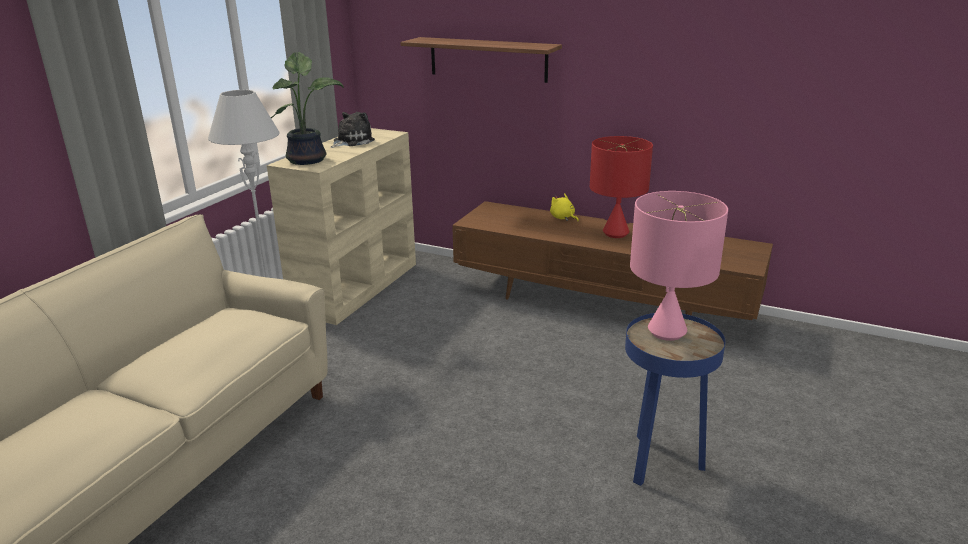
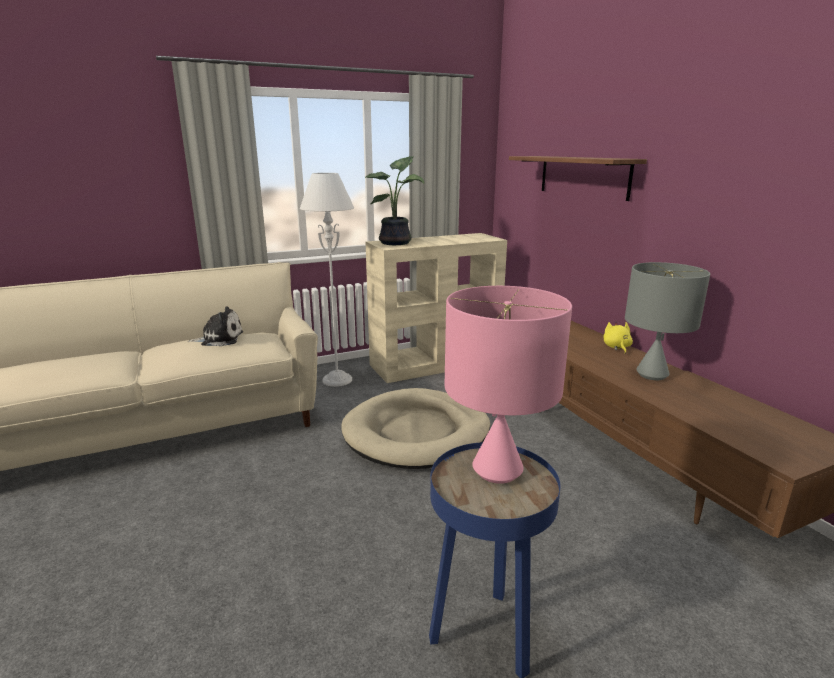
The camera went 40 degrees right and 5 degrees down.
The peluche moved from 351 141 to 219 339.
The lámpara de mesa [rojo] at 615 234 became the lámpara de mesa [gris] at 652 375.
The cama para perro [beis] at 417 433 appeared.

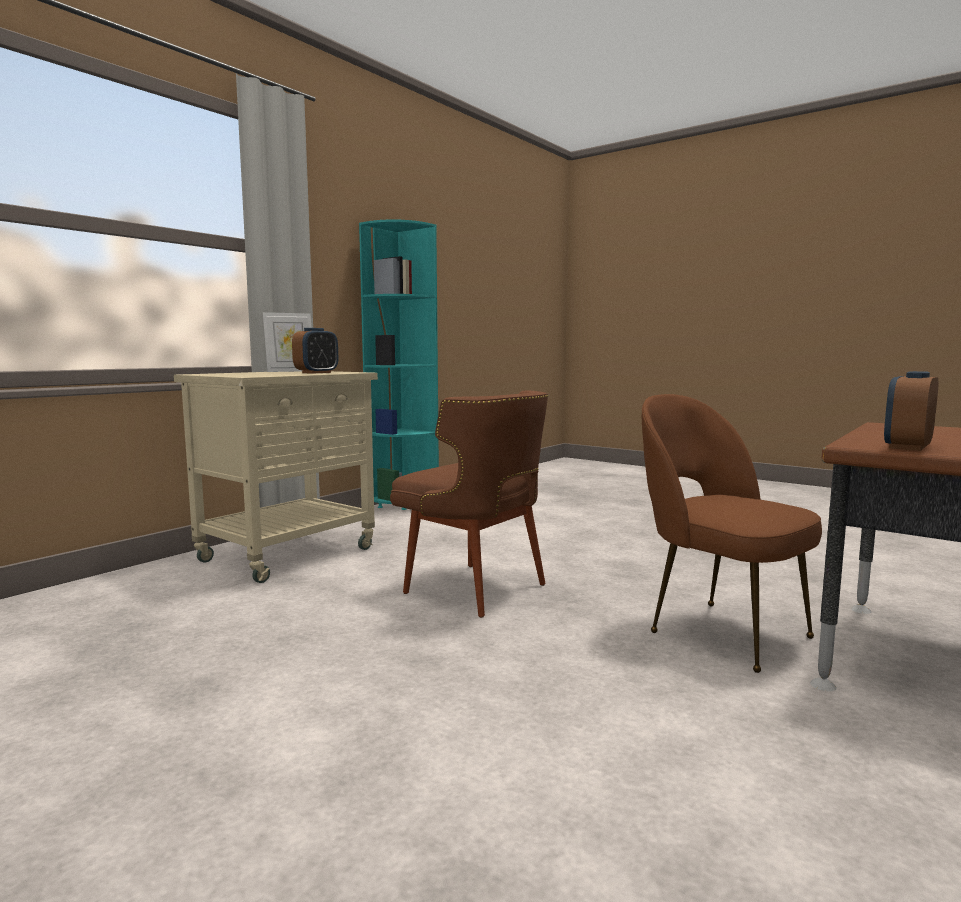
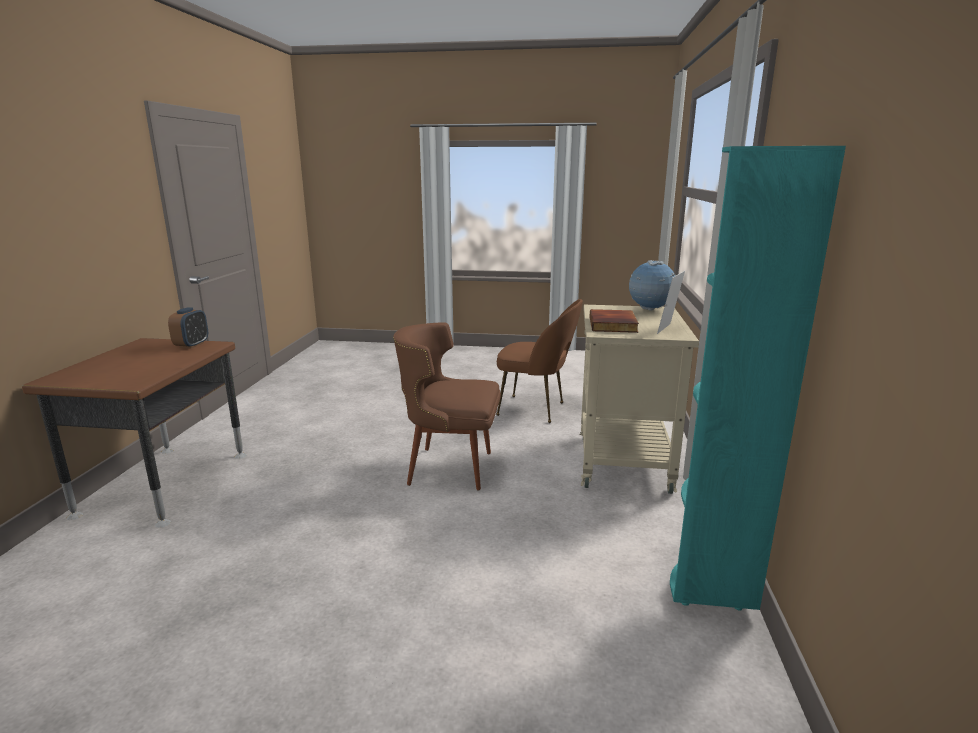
The camera went 150 degrees right and 10 degrees up.
The despertador at 316 373 was replaced by the libro at 614 325.
The silla [marrón] moved from 718 630 to 537 410.
The globo terráqueo at 650 310 appeared.

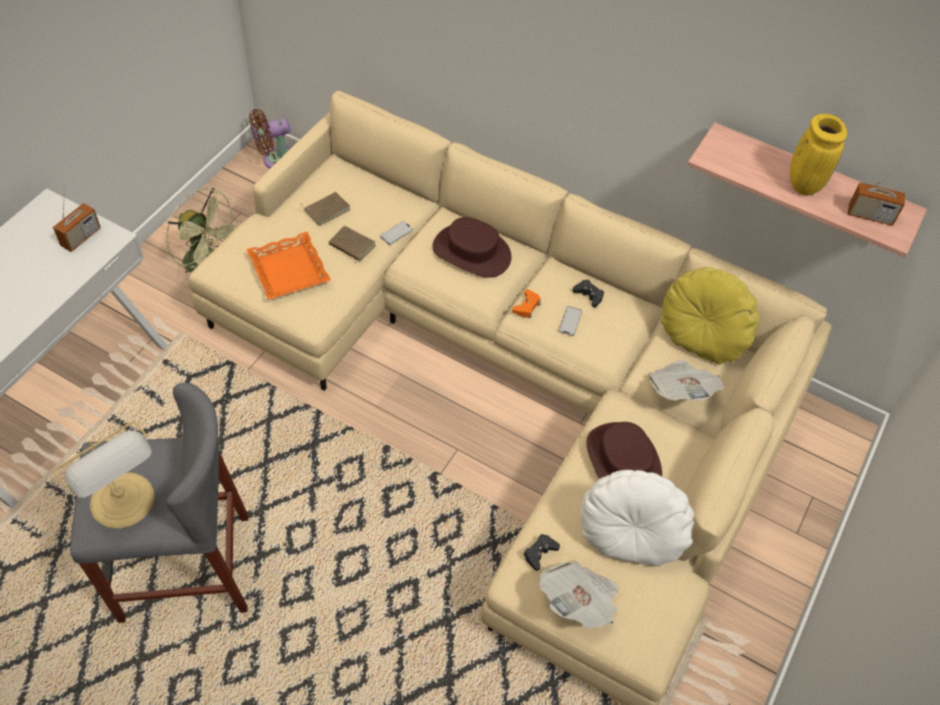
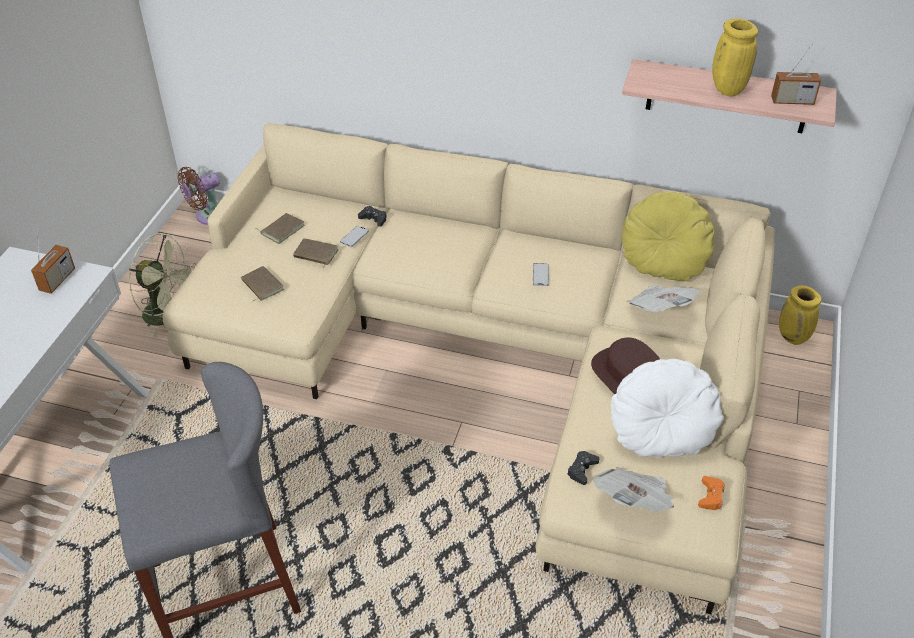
The camera went 10 degrees left and 10 degrees down.
The lámpara de mesa at 124 502 disappeared.
The bandeja [naranja] at 288 270 was replaced by the libro [marrón] at 261 286.
The sombrero [marrón] at 472 252 disappeared.
The mando de consola [naranja] moved from 527 306 to 711 496.
The mando de consola [negro] moved from 589 295 to 373 219.
The florero [amarillo] at 793 338 appeared.

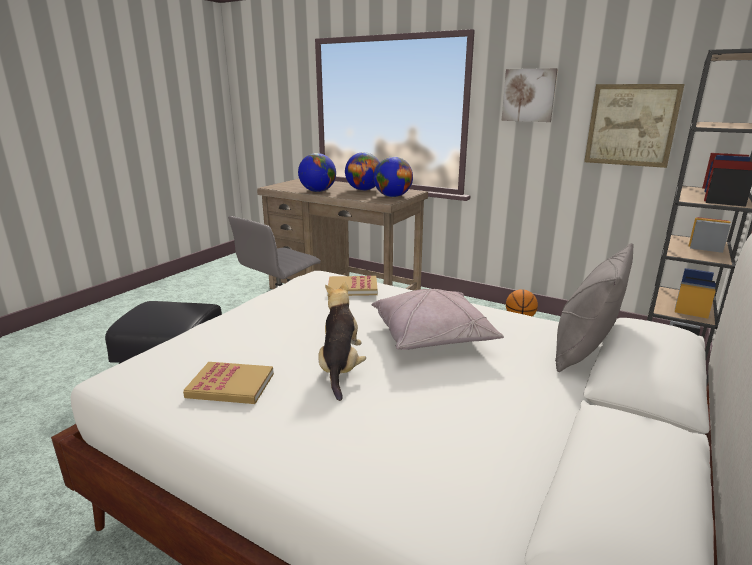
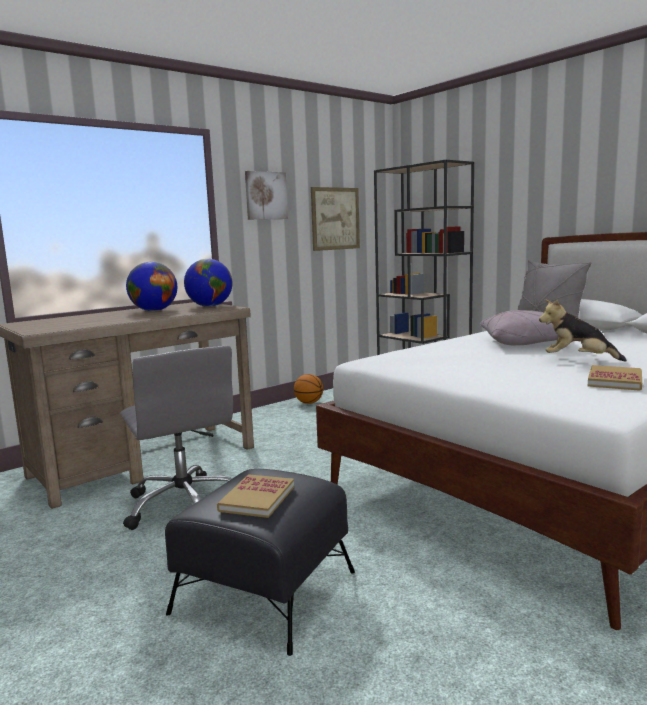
The camera went 70 degrees left and 10 degrees down.
The globo terráqueo at 318 191 disappeared.
The libro moved from 352 288 to 257 498.

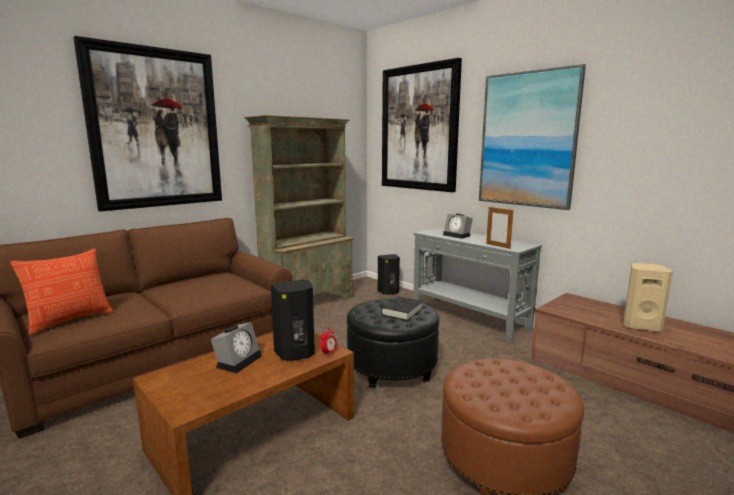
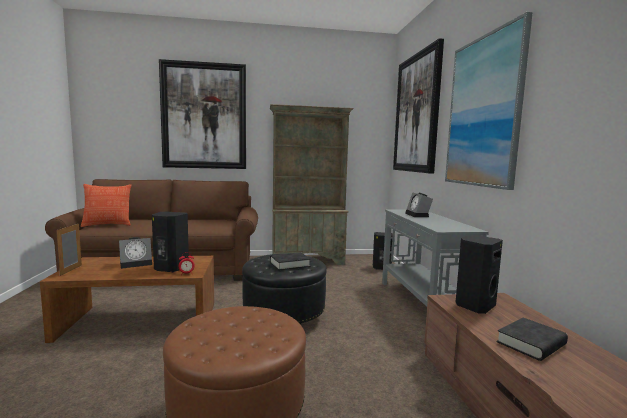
The camera went 35 degrees right and 5 degrees down.
The portarretratos moved from 498 246 to 71 270.
The altavoz [beis] at 641 325 was replaced by the libro [negro] at 531 344.
The altavoz [negro] at 474 306 appeared.

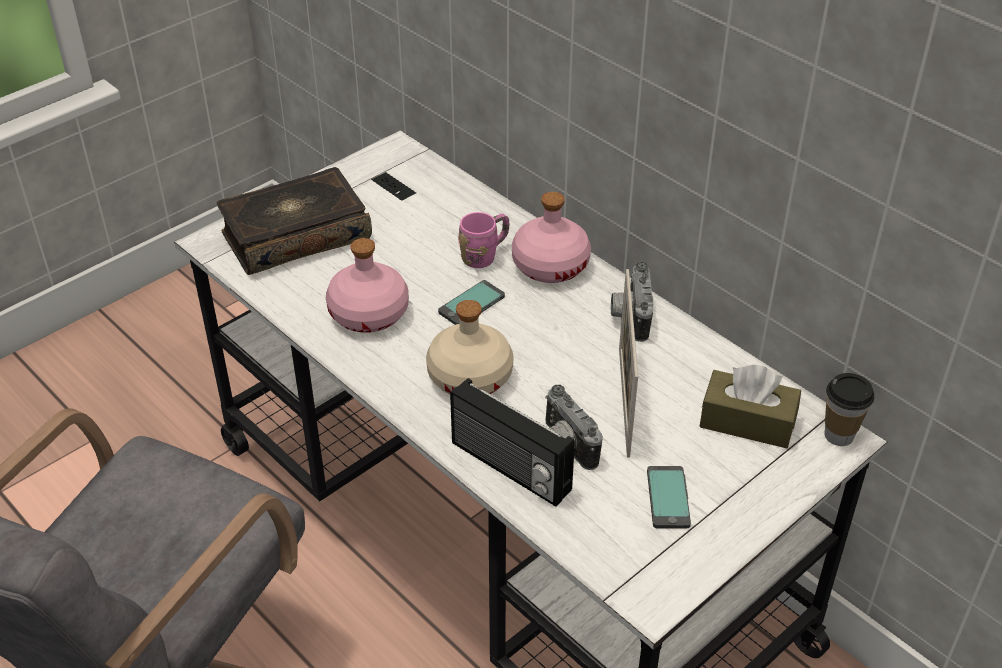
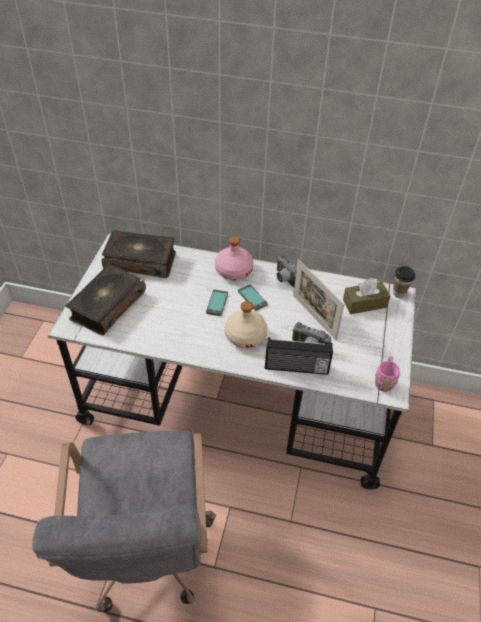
The camera went 35 degrees left and 5 degrees up.
The botella [rosa] at 368 314 disappeared.
The taza grande [rosa] moved from 485 255 to 384 380.
The móvil moved from 668 498 to 252 298.
The libro at 140 260 appeared.

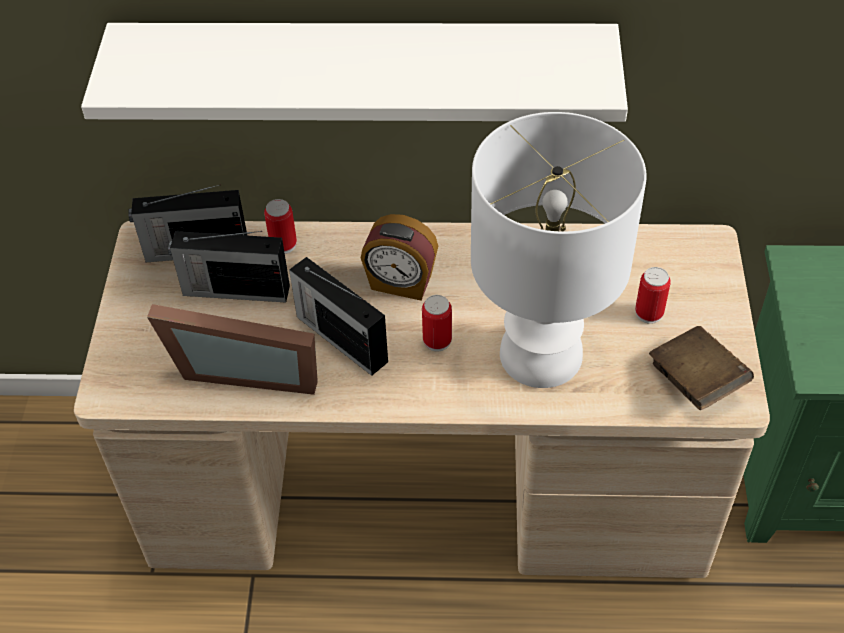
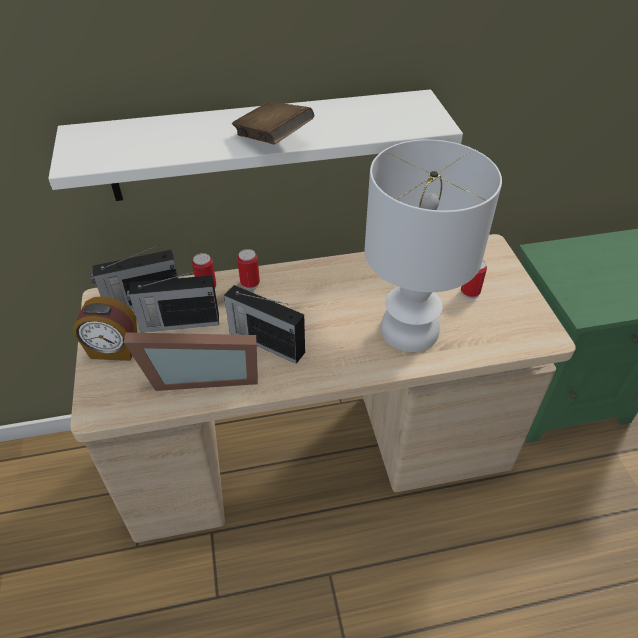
The camera went 15 degrees left and 5 degrees down.
The despertador moved from 400 283 to 114 350.
The lata moved from 437 340 to 250 283.
The libro [marrón] moved from 696 381 to 273 140.

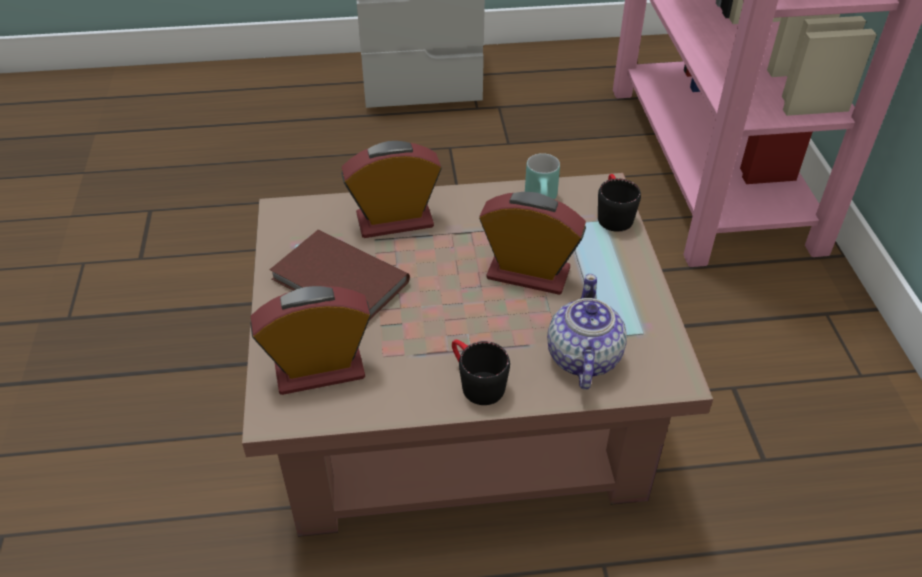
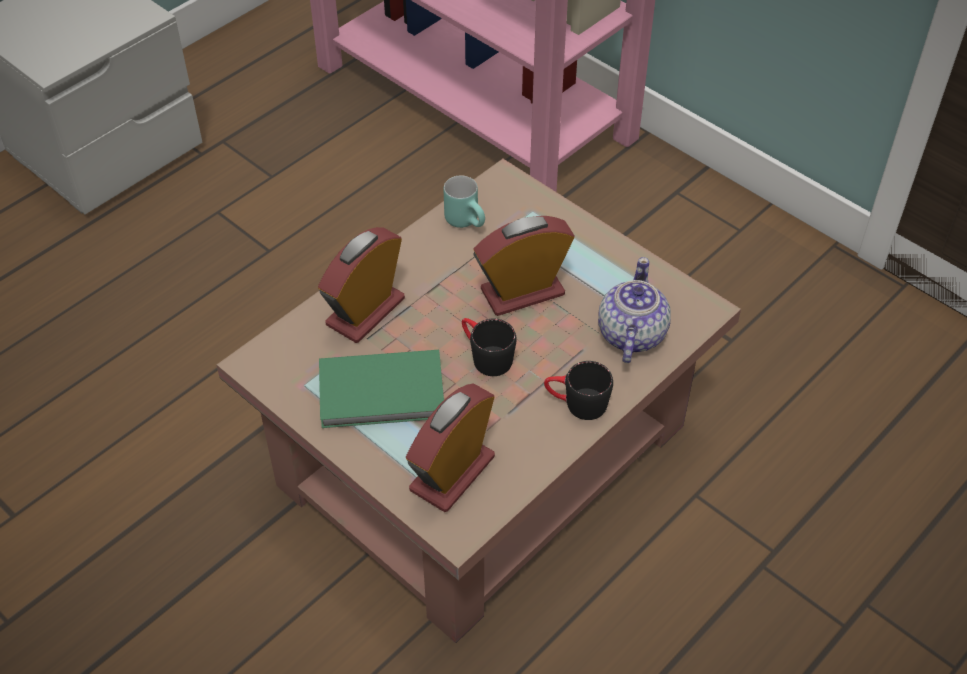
The camera went 40 degrees left and 5 degrees up.
The libro [marrón] at 339 283 became the libro [verde] at 383 394.
The tetera at 582 358 turned 45 degrees clockwise.
The taza grande [negro] moved from 612 214 to 485 356.

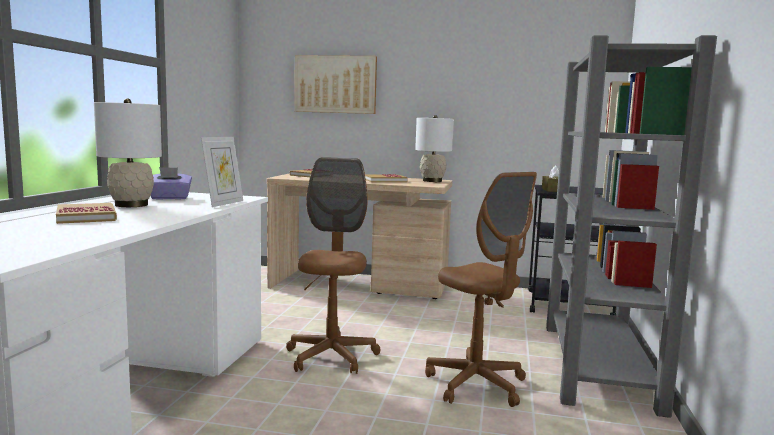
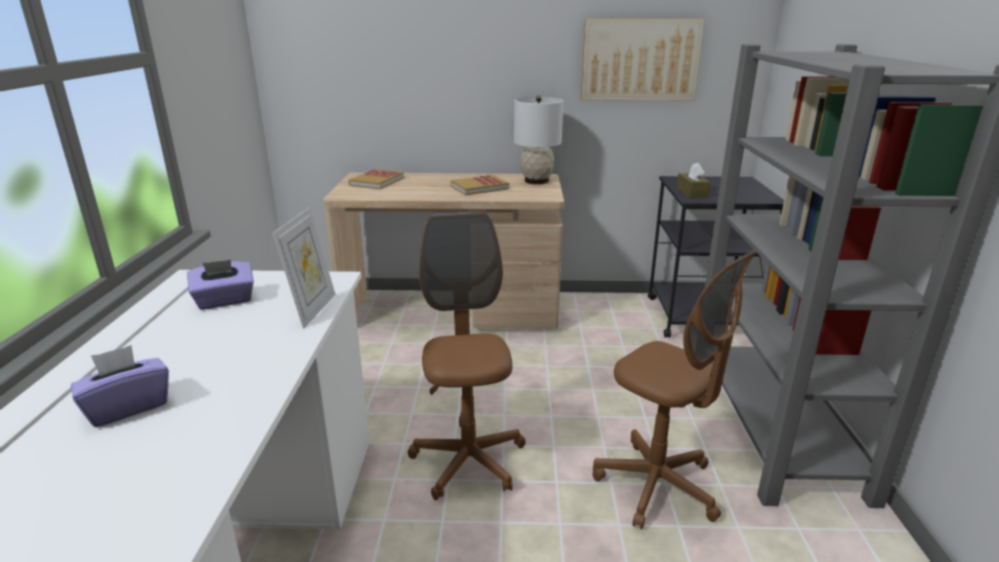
The camera went 10 degrees left and 15 degrees up.
The libro at 86 216 was replaced by the caja de pañuelos [morado] at 128 407.
The lámpara de mesa [blanco] at 131 205 disappeared.
The cuadro moved from 335 84 to 640 60.

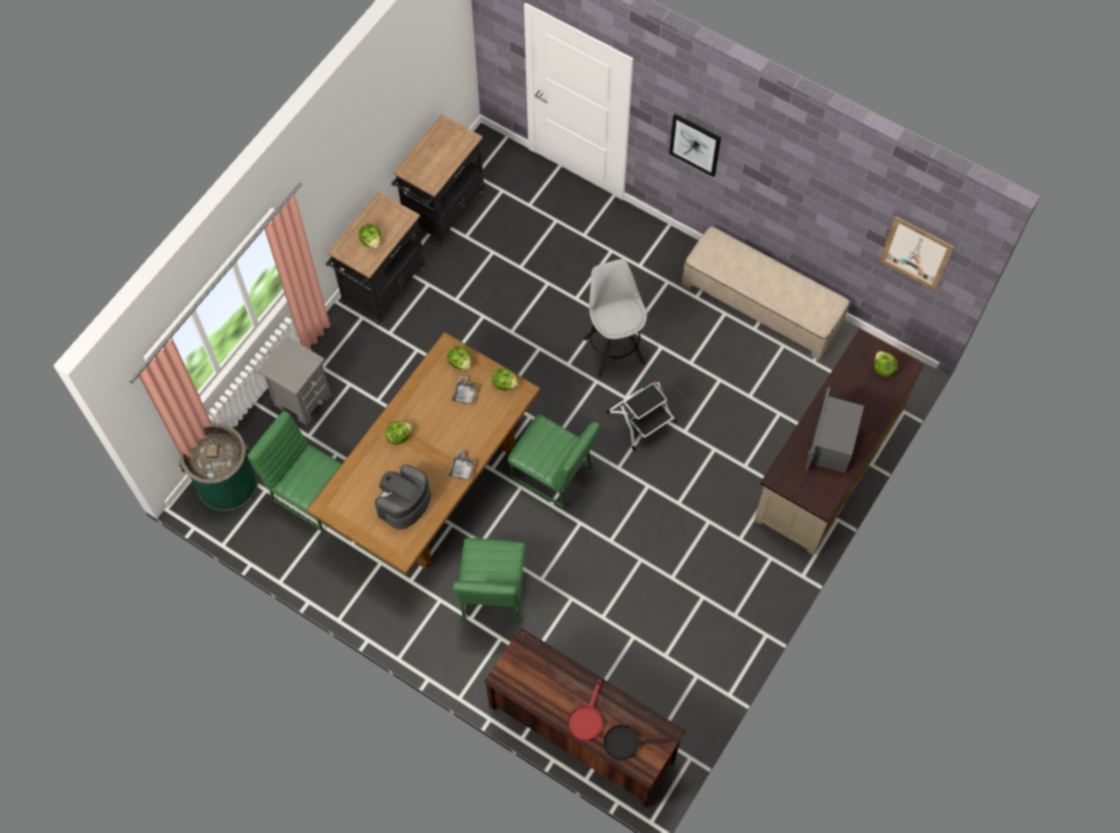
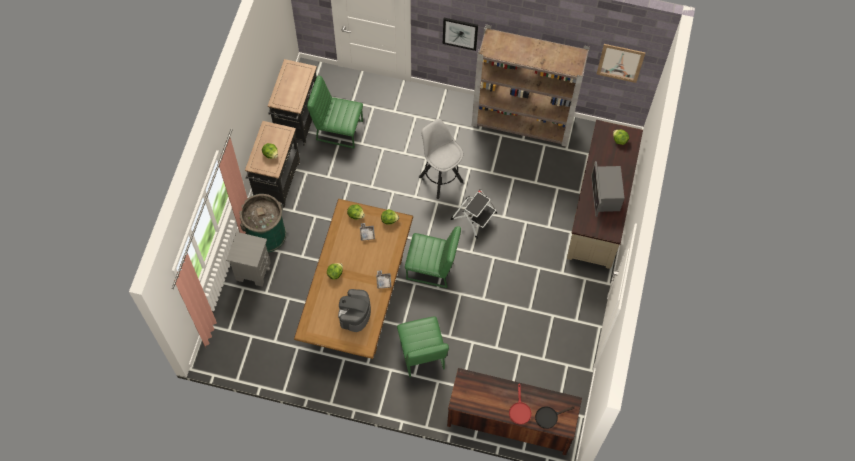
The camera went 20 degrees left and 0 degrees up.
The papelera [verde] moved from 227 484 to 266 234.
The silla [verde] moved from 311 493 to 338 129.
The banco [beis] at 762 304 was replaced by the estantería [marrón] at 522 122.

